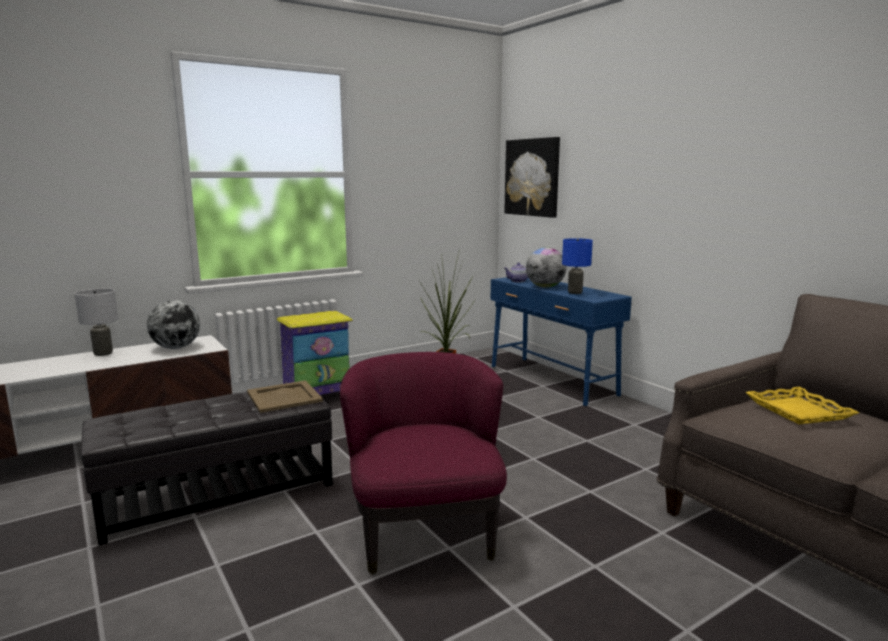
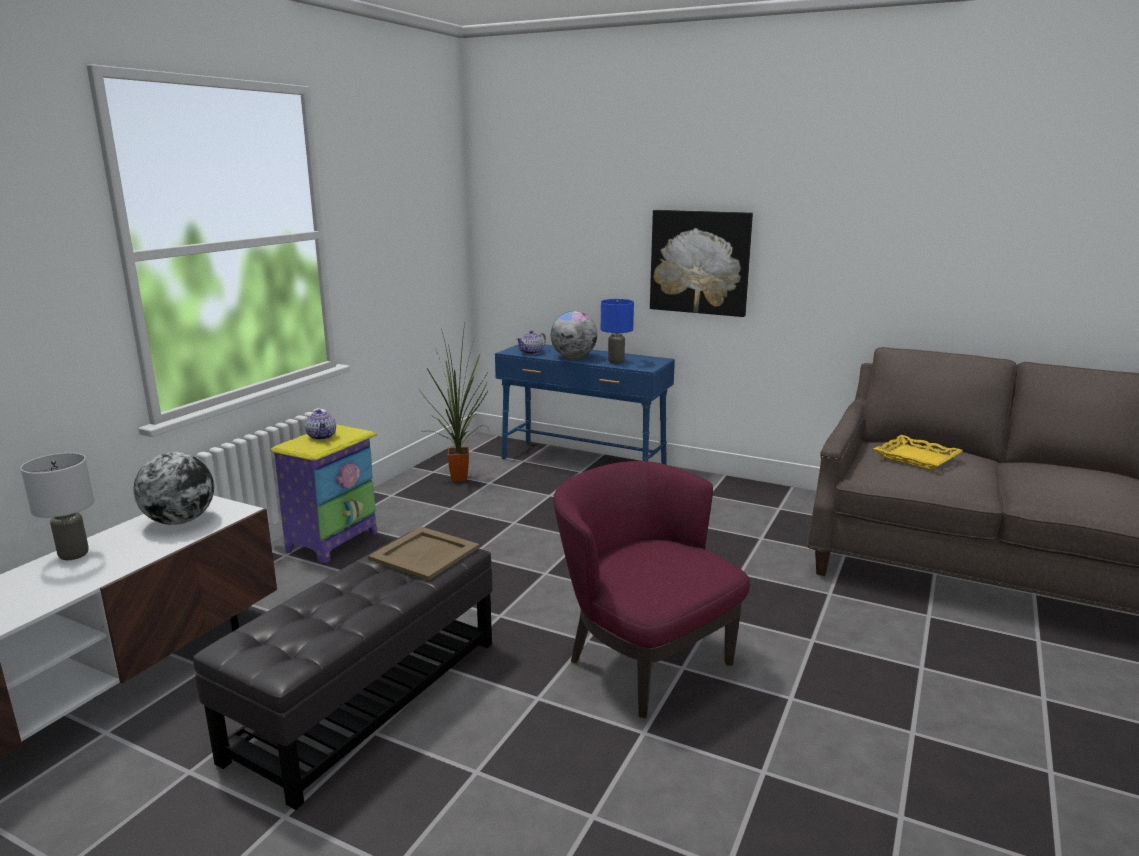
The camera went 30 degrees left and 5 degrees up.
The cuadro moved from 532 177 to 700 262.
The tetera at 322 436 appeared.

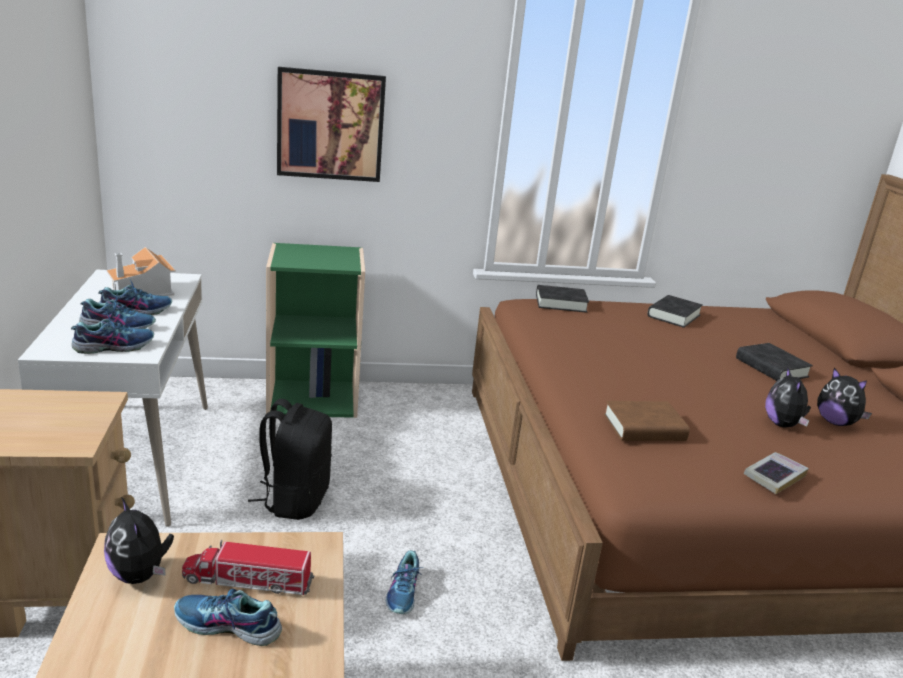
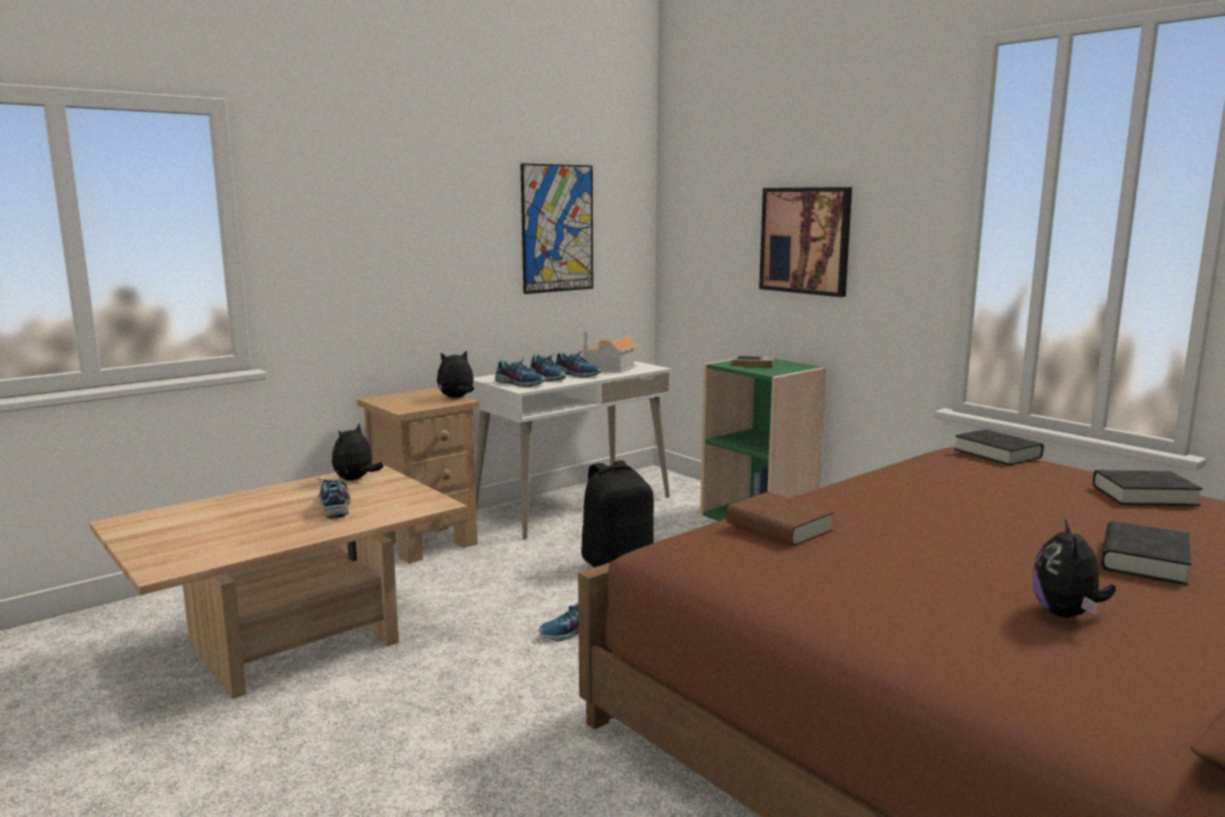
The camera went 60 degrees right and 10 degrees down.
The camión de juguete at 248 581 disappeared.
The libro moved from 774 476 to 753 364.
The peluche moved from 783 425 to 456 398.
The cuadro at 557 228 appeared.

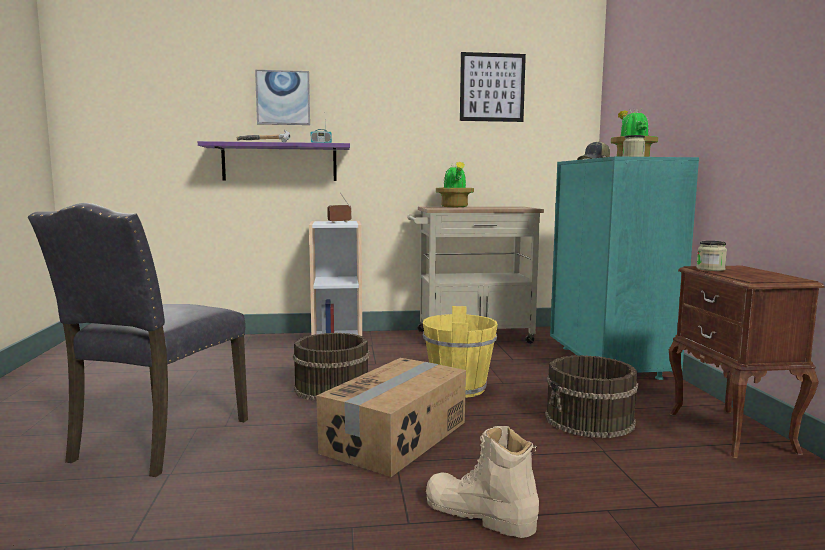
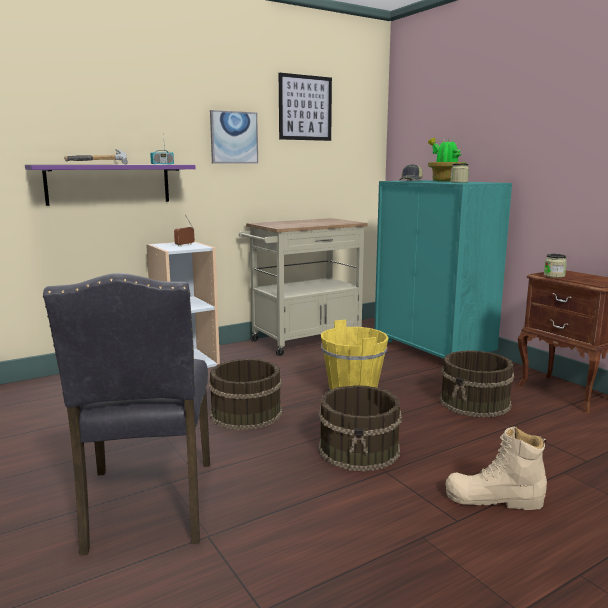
The camera went 25 degrees left and 5 degrees up.
The cuadro moved from 283 98 to 234 137.
The caja de cartón at 397 437 was replaced by the cubo [marrón] at 360 449.
The planta en maceta at 454 207 disappeared.

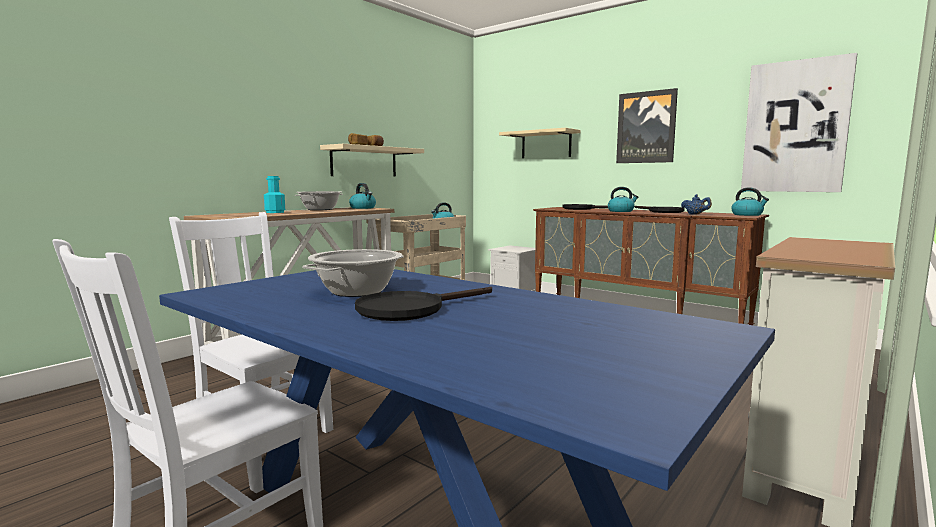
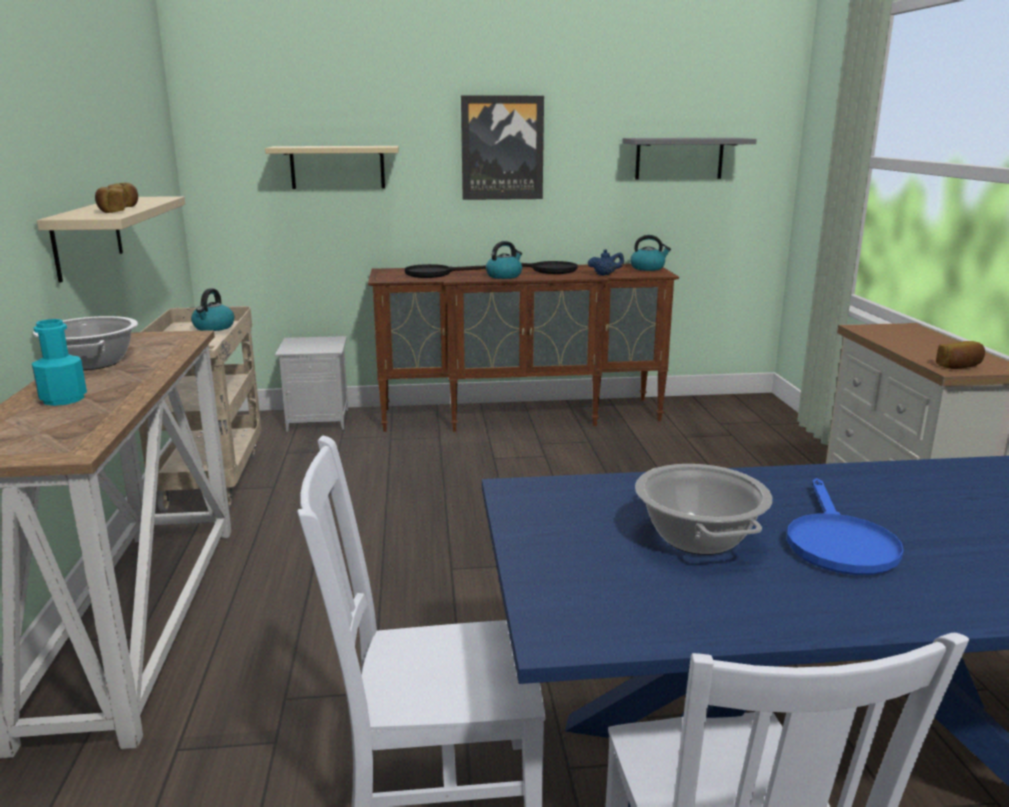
The camera went 45 degrees left and 10 degrees up.
The hervidor at 363 208 disappeared.
The sartén [negro] at 411 309 became the sartén [azul] at 837 542.
The cuadro at 795 127 was replaced by the estante [gris] at 679 158.
The pan at 959 366 appeared.

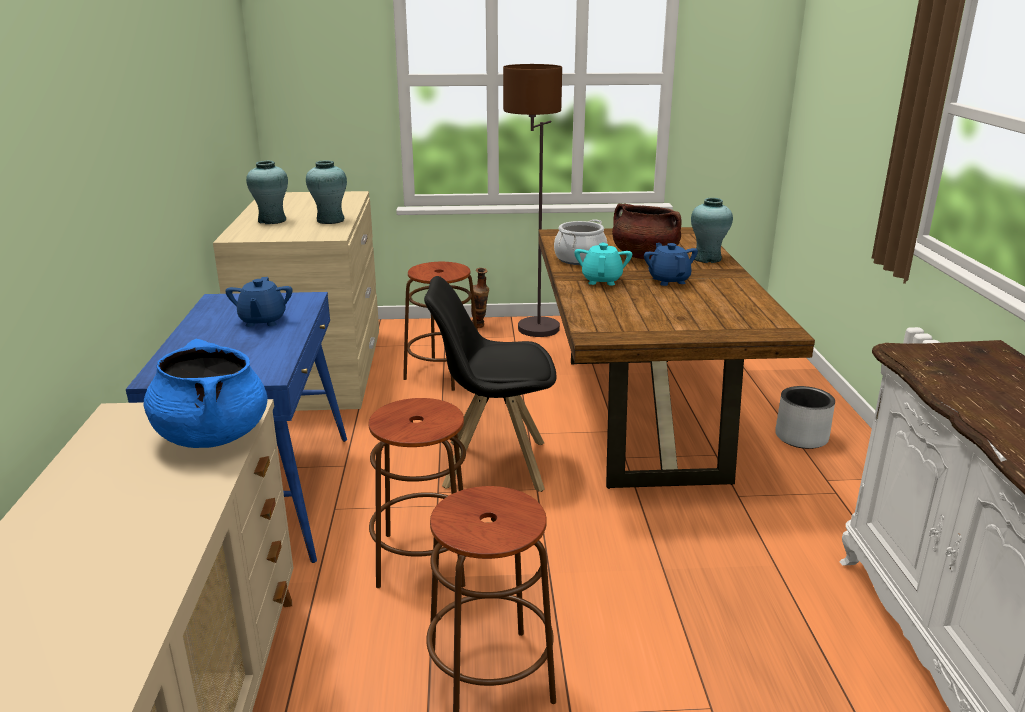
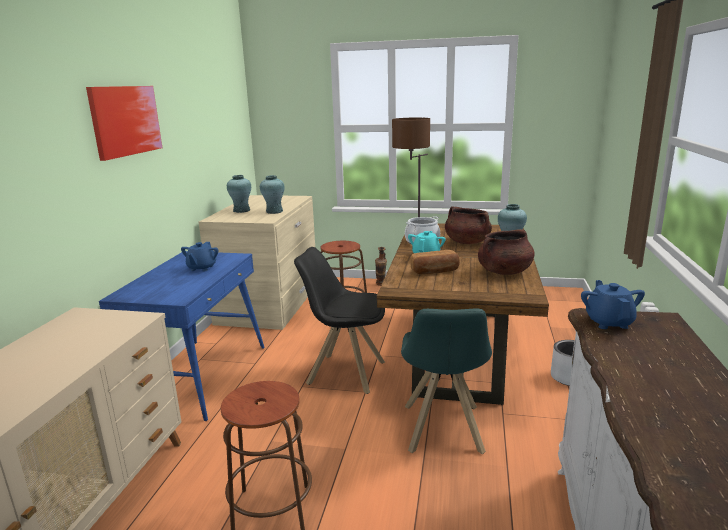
The camera went 15 degrees right and 5 degrees down.
The olla [azul] at 212 435 disappeared.
The taburete [marrón] at 424 559 disappeared.
The tetera [azul] moved from 668 280 to 608 322.
The cuadro at 125 120 appeared.
The silla [turquesa] at 443 429 appeared.
The pan at 435 271 appeared.
The olla [marrón] at 504 272 appeared.

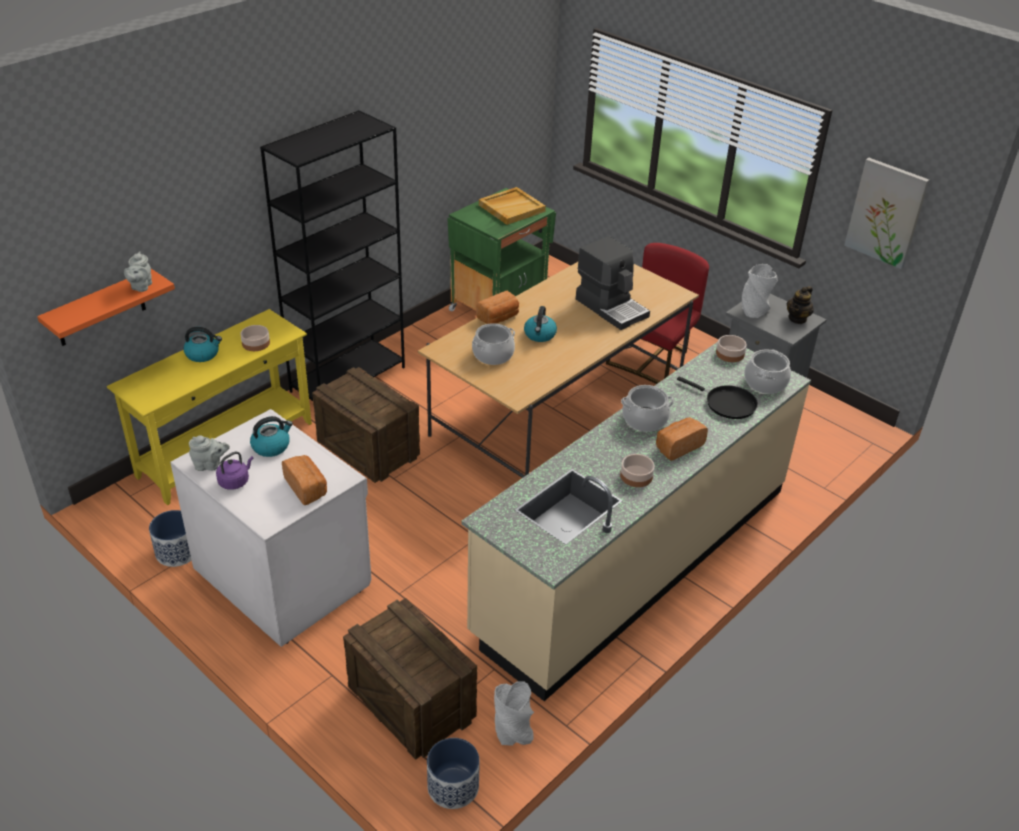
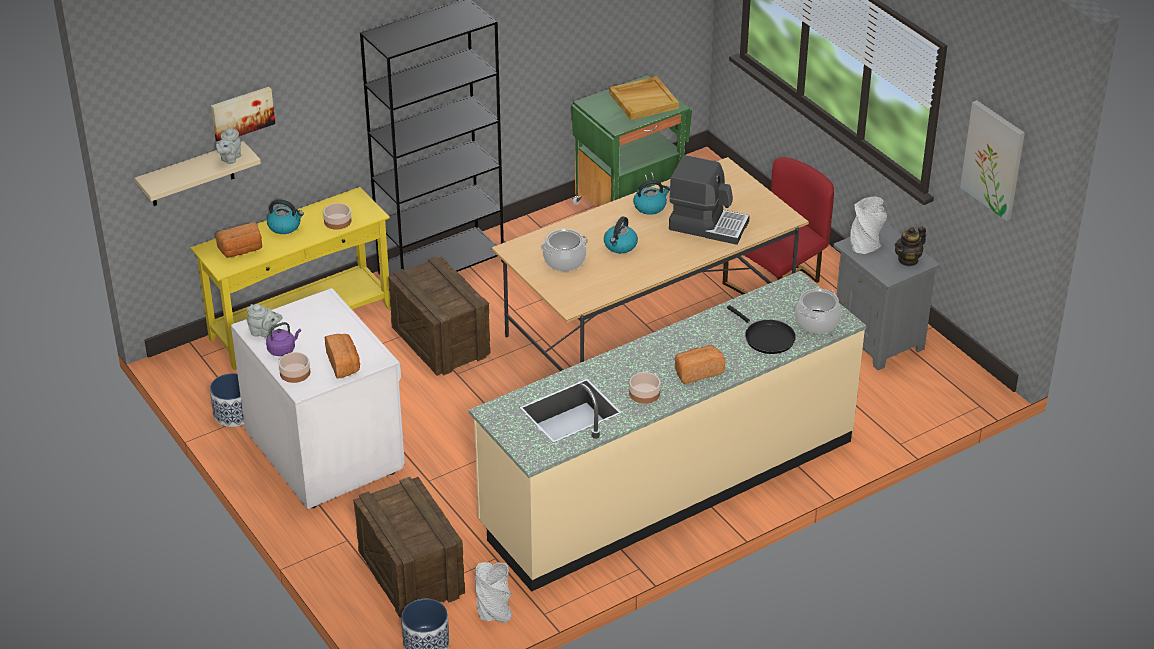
The camera went 15 degrees right and 0 degrees up.
The estante [naranja] at 100 309 became the estante [beis] at 191 175.
The hervidor moved from 271 446 to 650 206.
The pan moved from 499 318 to 241 250.
The cafetera at 612 307 turned 45 degrees counterclockwise.
The olla at 644 420 disappeared.
The cuenco moved from 729 354 to 294 373.
The cuadro at 242 113 appeared.

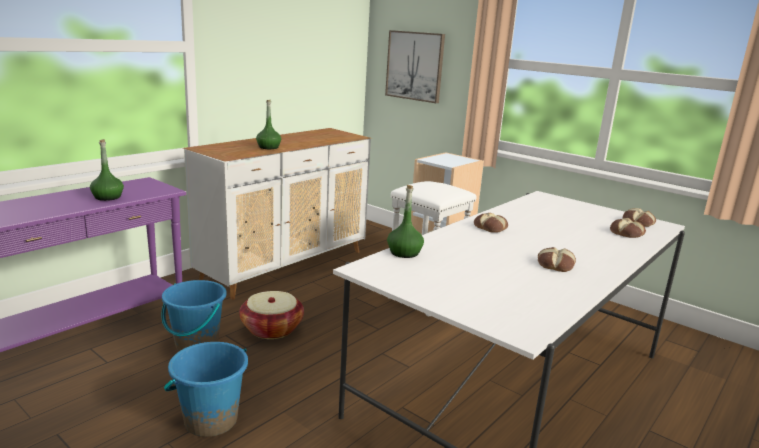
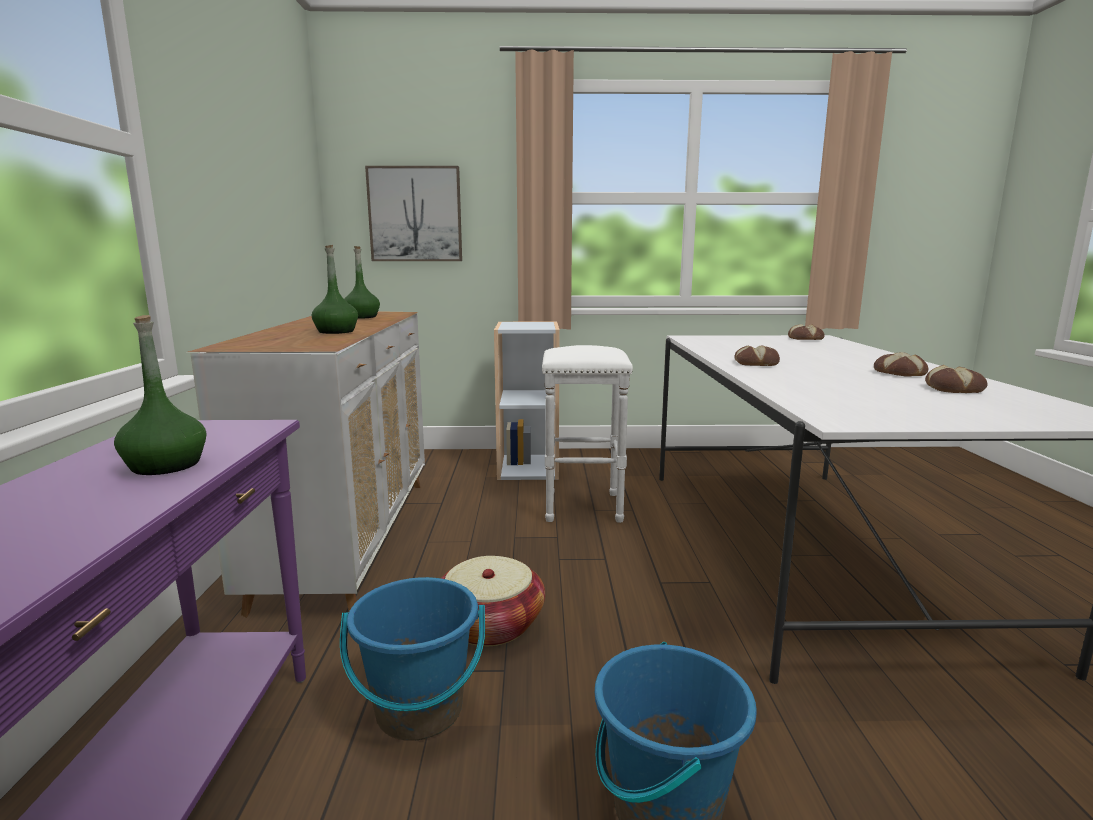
The camera went 40 degrees left and 5 degrees down.
The botella [verde] moved from 404 253 to 362 317.
The pan moved from 627 233 to 954 389.

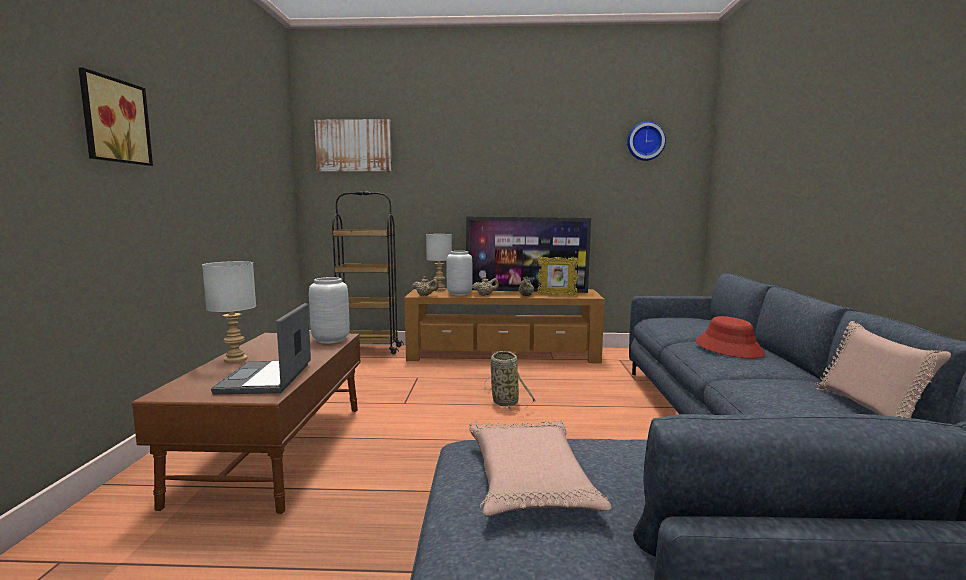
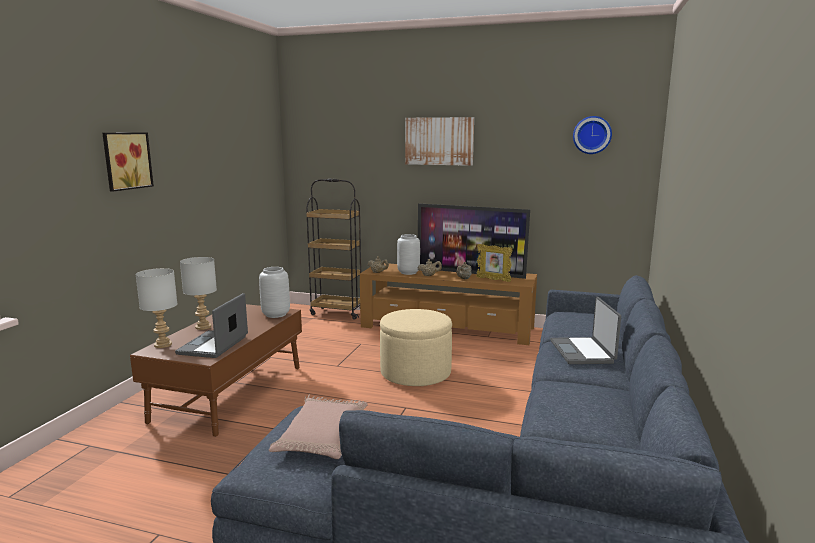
The camera went 15 degrees right and 5 degrees up.
The cuadro moved from 354 146 to 439 141.
The lámpara de mesa [gris] moved from 439 289 to 162 345.
The cesta at 504 401 was replaced by the puf [beis] at 415 373.
The sombrero [rojo] at 729 348 was replaced by the portátil at 583 352.
The cojín [beis] at 869 411 disappeared.

